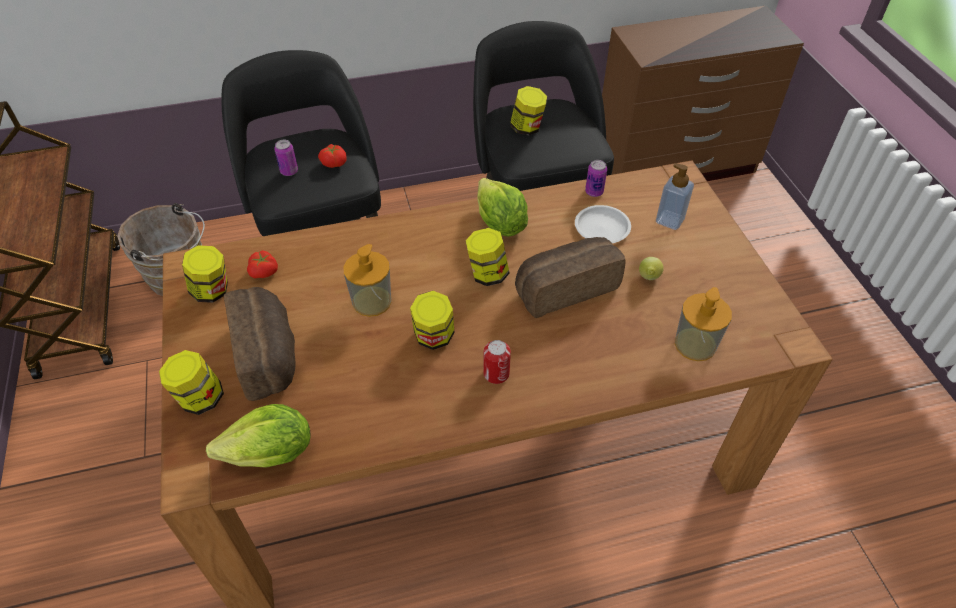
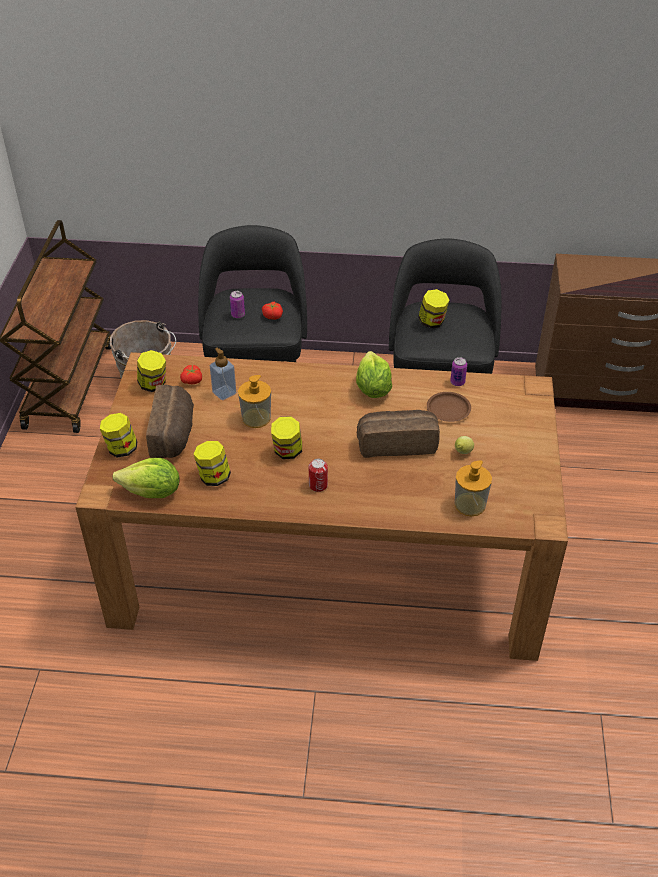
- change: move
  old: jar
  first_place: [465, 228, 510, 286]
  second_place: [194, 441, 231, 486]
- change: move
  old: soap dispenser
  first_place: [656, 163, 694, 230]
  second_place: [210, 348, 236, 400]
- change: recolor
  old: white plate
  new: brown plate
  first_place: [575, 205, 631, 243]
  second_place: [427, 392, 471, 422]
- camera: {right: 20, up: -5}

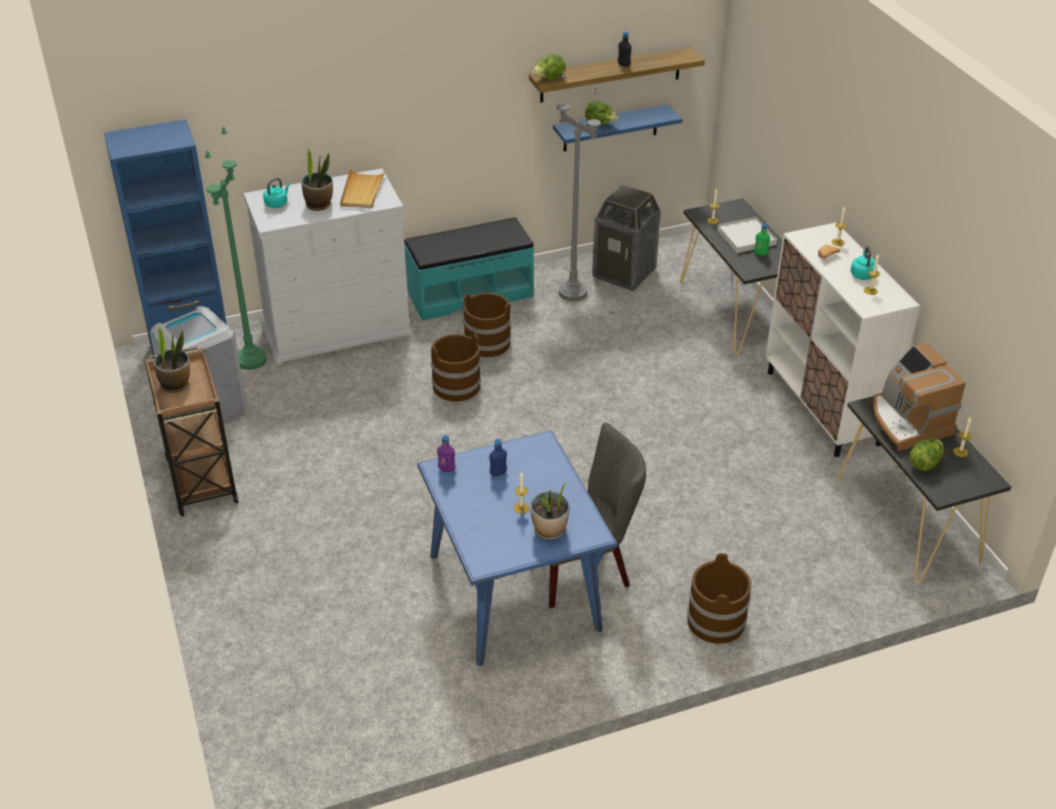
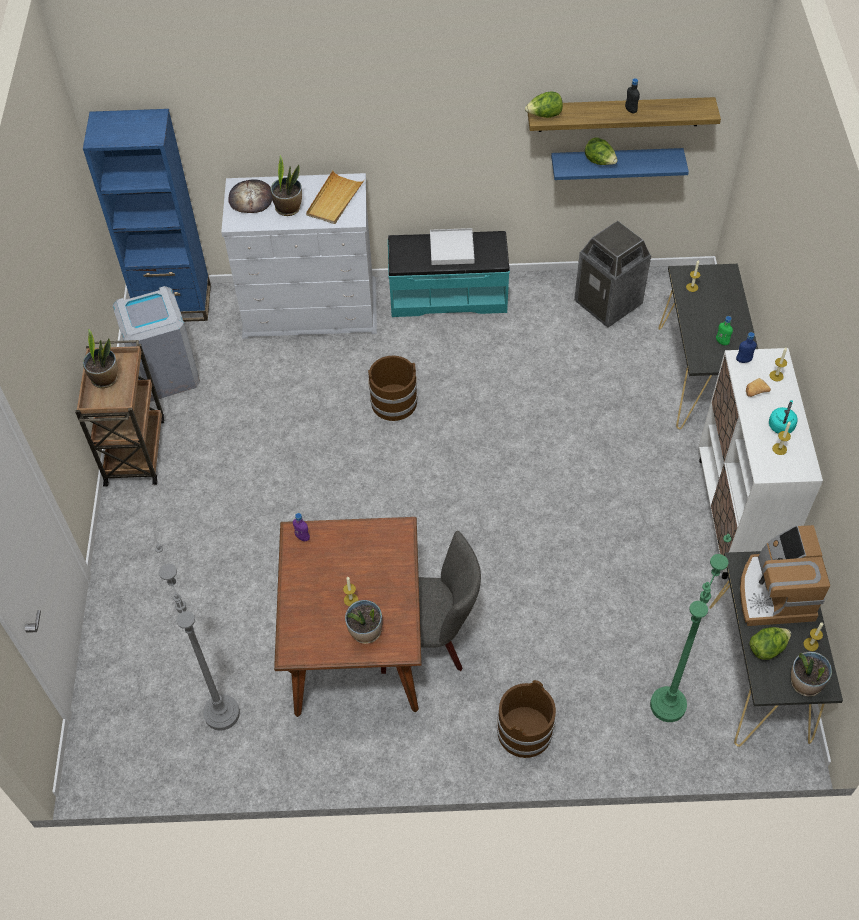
- change: delete
  old: brown bucket
  first_place: [463, 293, 511, 357]
- change: insert
  new: potted plant
  second_place: [791, 651, 832, 696]
- change: move
  old: green floor lamp
  first_place: [205, 127, 267, 370]
  second_place: [650, 534, 731, 722]
- change: move
  old: blue bottle
  first_place: [489, 439, 507, 476]
  second_place: [736, 332, 757, 363]
- change: move
  old: grey floor lamp
  first_place: [557, 71, 601, 302]
  second_place: [155, 544, 240, 731]
- change: move
  old: white tray
  first_place: [717, 217, 777, 253]
  second_place: [430, 228, 474, 265]
- change: replace
  old: turquoise kettle
  new: bread
  first_place: [263, 178, 290, 208]
  second_place: [228, 180, 272, 213]
- change: recolor
  old: blue dining table
  new: brown dining table
  first_place: [417, 430, 617, 666]
  second_place: [274, 517, 421, 717]
- camera: {right: 20, up: 15}

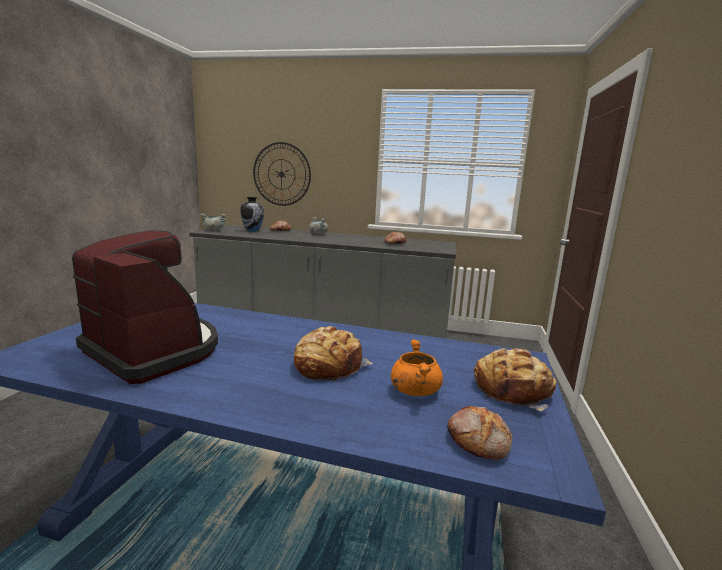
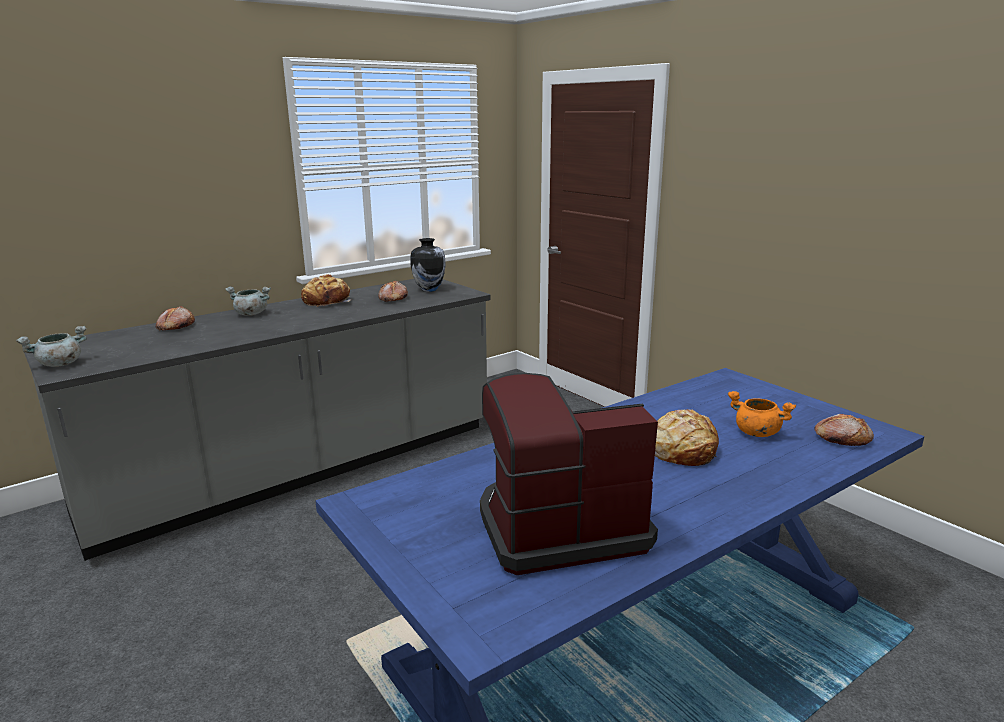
- change: delete
  old: wall clock
  first_place: [253, 142, 311, 206]
- change: move
  old: vase
  first_place: [241, 197, 264, 232]
  second_place: [410, 238, 446, 292]
- change: move
  old: bread
  first_place: [474, 348, 556, 411]
  second_place: [301, 274, 351, 307]
- camera: {right: -50, up: 5}

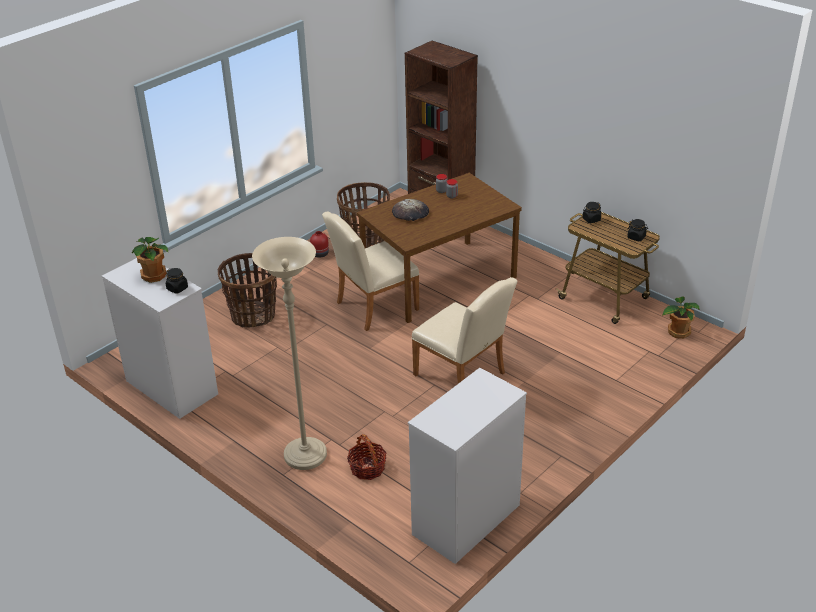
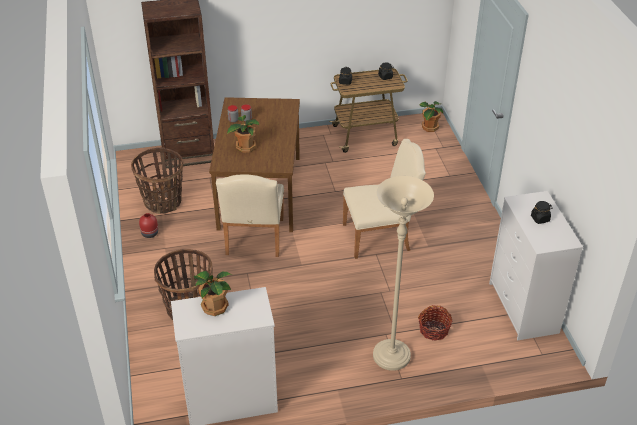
- change: move
  old: black jar
  first_place: [166, 268, 188, 294]
  second_place: [531, 201, 553, 224]
- change: replace
  old: bread
  new: potted plant
  first_place: [392, 199, 429, 221]
  second_place: [227, 115, 259, 153]
- camera: {right: -55, up: 5}

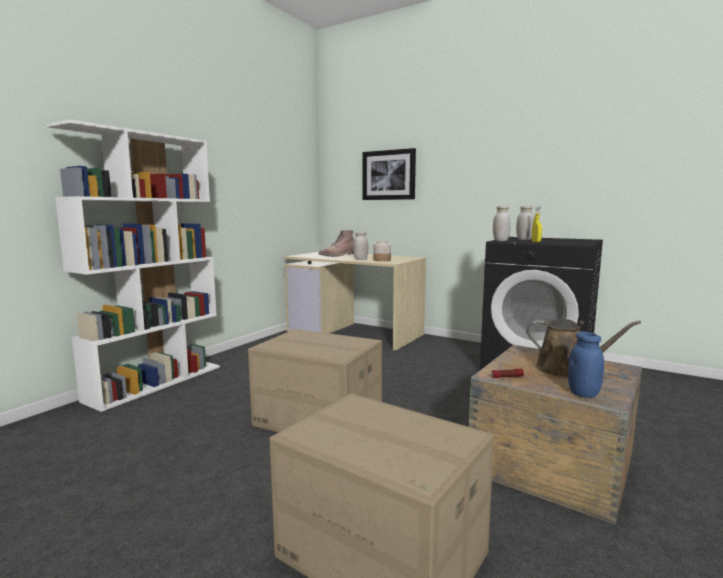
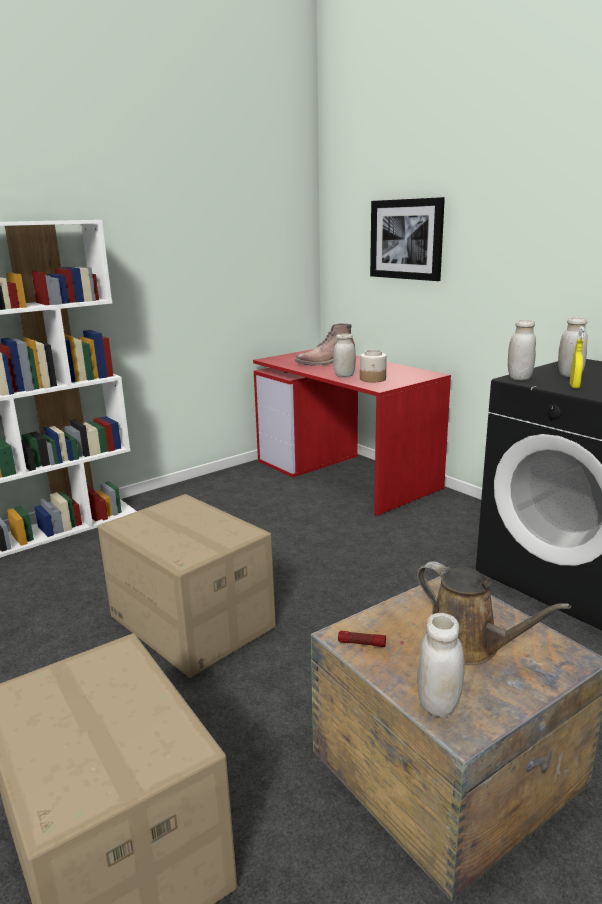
- change: recolor
  old: beige desk
  new: red desk
  first_place: [284, 252, 426, 351]
  second_place: [253, 349, 451, 516]
- change: recolor
  old: blue jar
  new: white jar
  first_place: [568, 331, 604, 398]
  second_place: [417, 613, 464, 717]
- camera: {right: 20, up: 10}

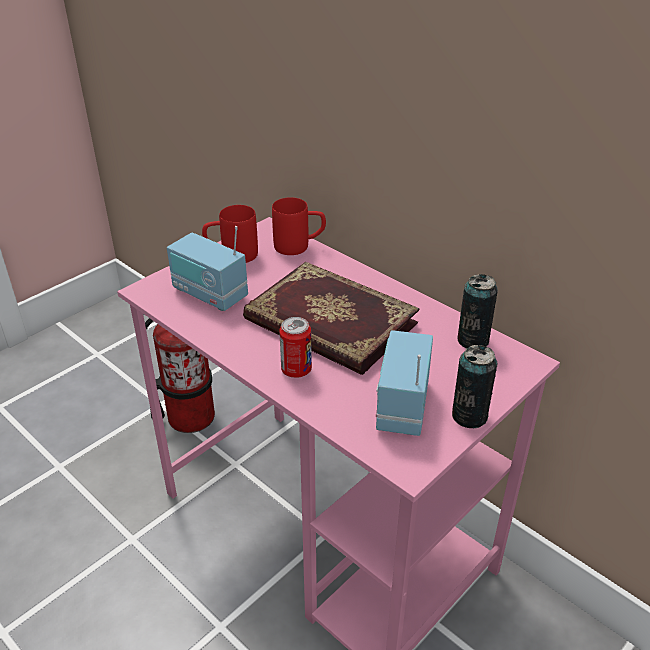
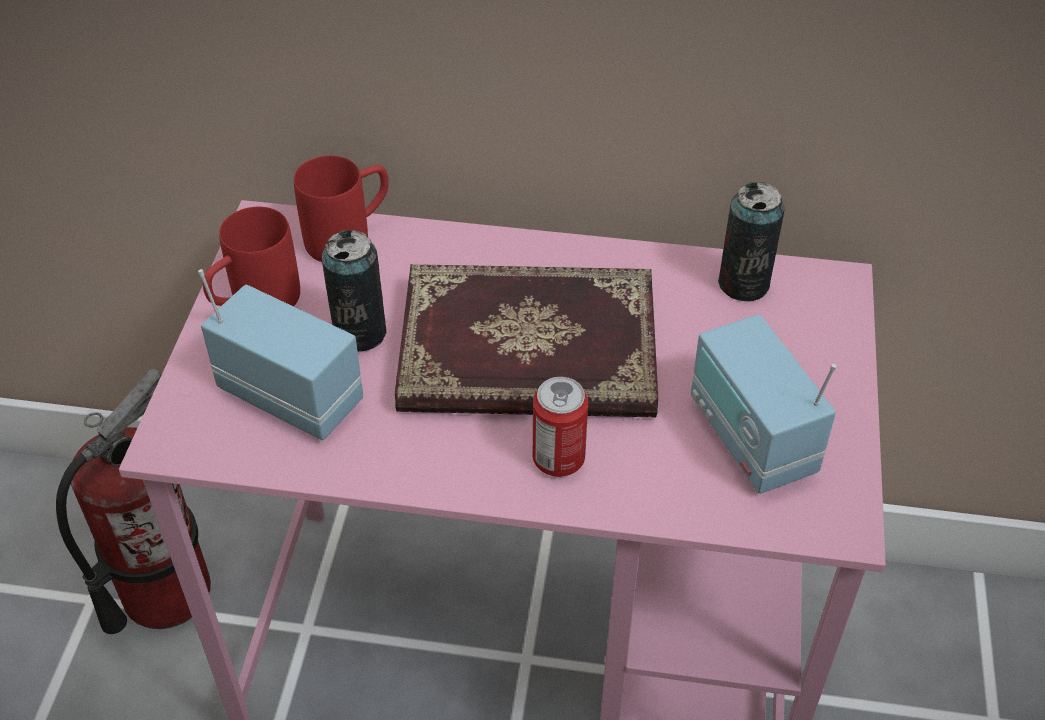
- change: move
  old: can
  first_place: [452, 345, 497, 428]
  second_place: [322, 230, 386, 352]
- change: rotate
  old: radio
  first_place: [167, 226, 248, 311]
  second_place: [198, 269, 363, 440]
  degrees: -150
- camera: {right: -35, up: 10}

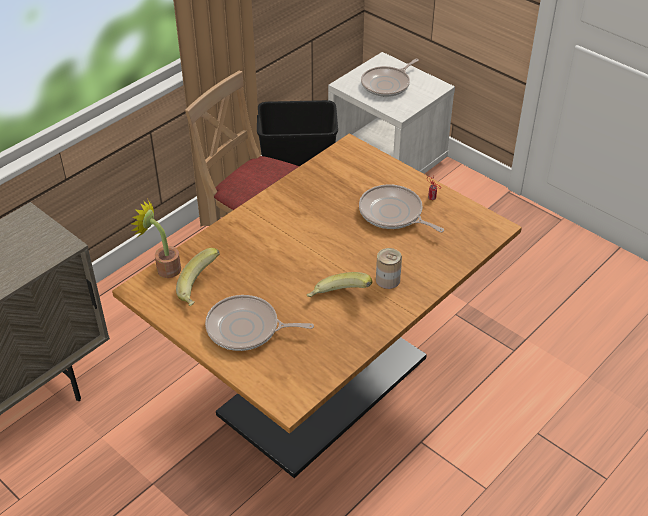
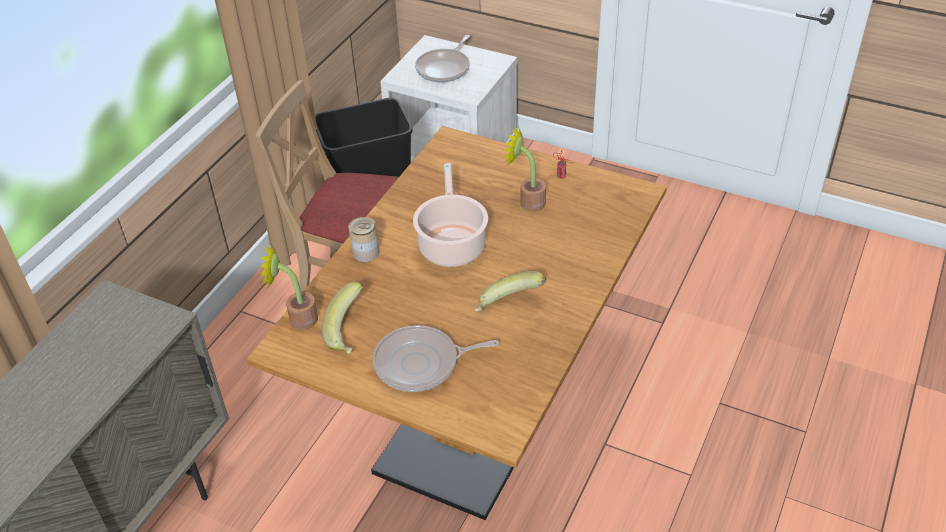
- change: insert
  new: cooking pot
  second_place: [413, 163, 488, 267]
- change: move
  old: can
  first_place: [376, 248, 402, 289]
  second_place: [349, 217, 379, 262]
- change: replace
  old: frying pan
  new: potted plant
  first_place: [359, 185, 444, 232]
  second_place: [502, 126, 546, 212]
- camera: {right: -15, up: 0}

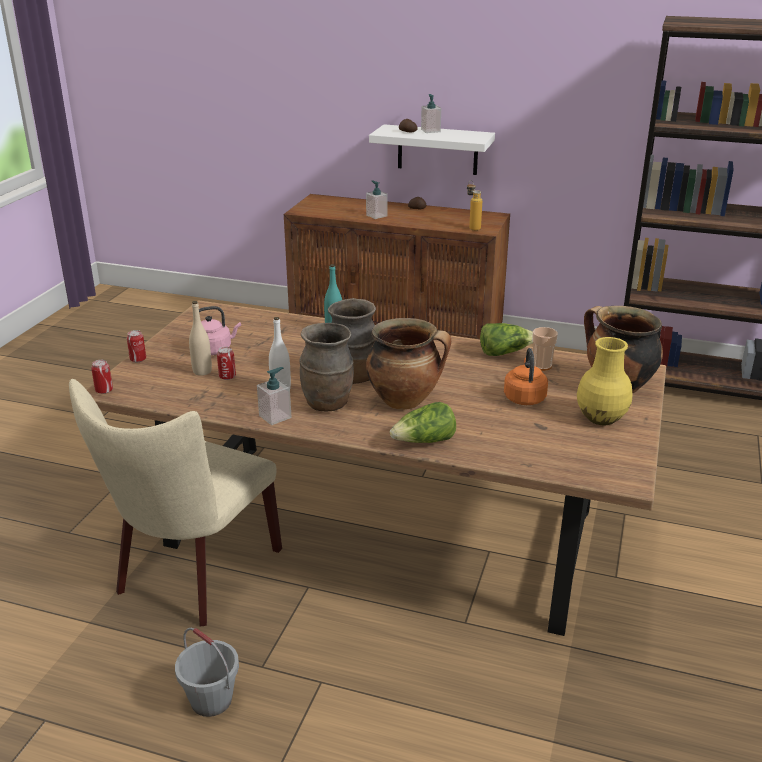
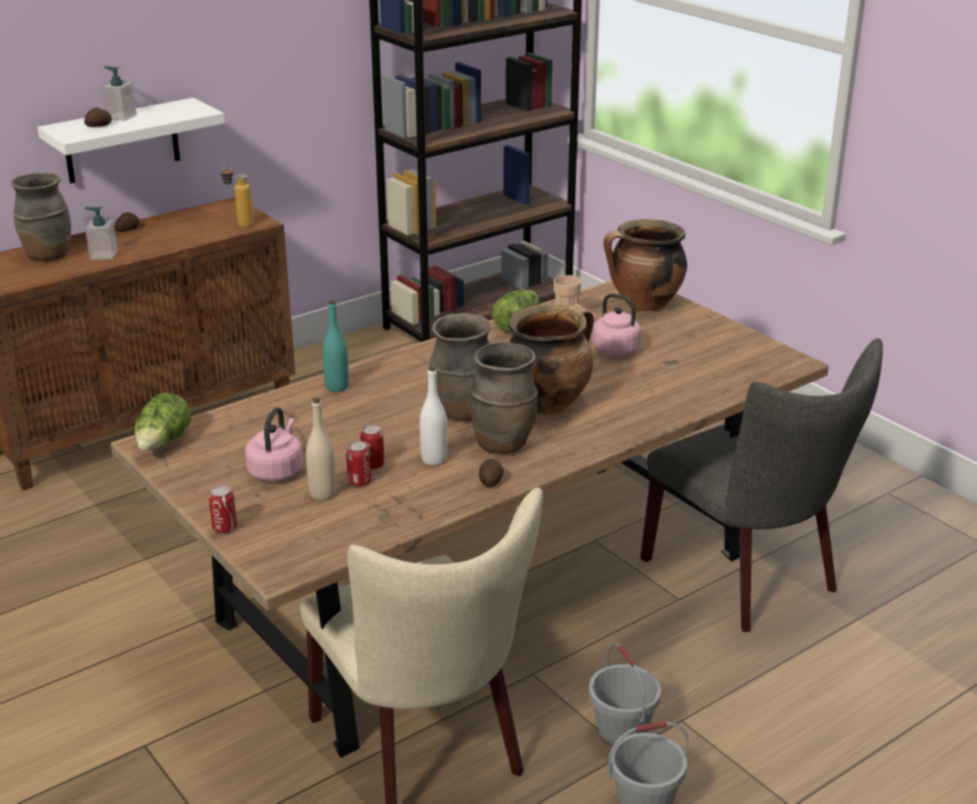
- change: delete
  old: yellow vase
  first_place: [577, 337, 632, 425]
- change: insert
  new: brown vase
  second_place: [11, 173, 71, 261]
- change: insert
  new: grey bucket
  second_place: [589, 643, 661, 748]
- change: insert
  new: grey chair
  second_place: [640, 338, 883, 632]
- change: move
  old: can
  first_place: [91, 360, 113, 394]
  second_place: [360, 425, 385, 470]
- change: move
  old: lettuce
  first_place: [390, 402, 456, 443]
  second_place: [134, 393, 192, 451]
- change: replace
  old: soap dispenser
  new: potato
  first_place: [257, 367, 291, 425]
  second_place: [479, 459, 504, 487]
- change: recolor
  old: orange kettle
  new: pink kettle
  first_place: [504, 348, 548, 405]
  second_place: [588, 293, 641, 356]
- camera: {right: -55, up: 0}

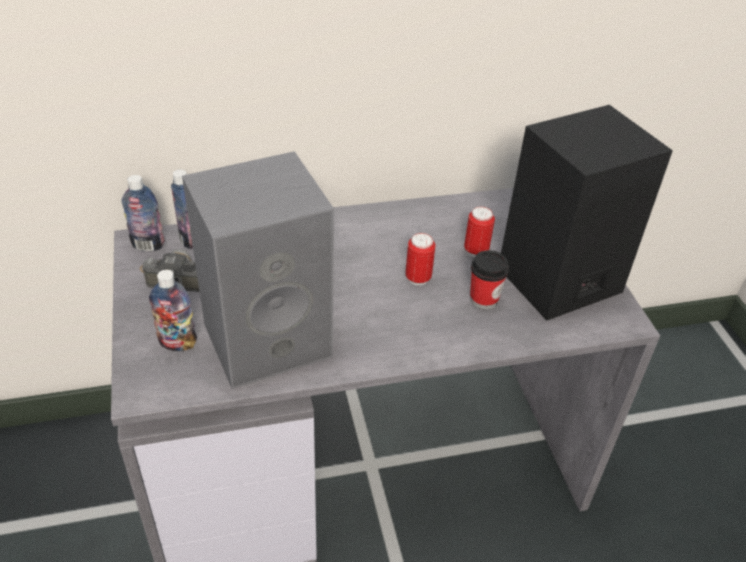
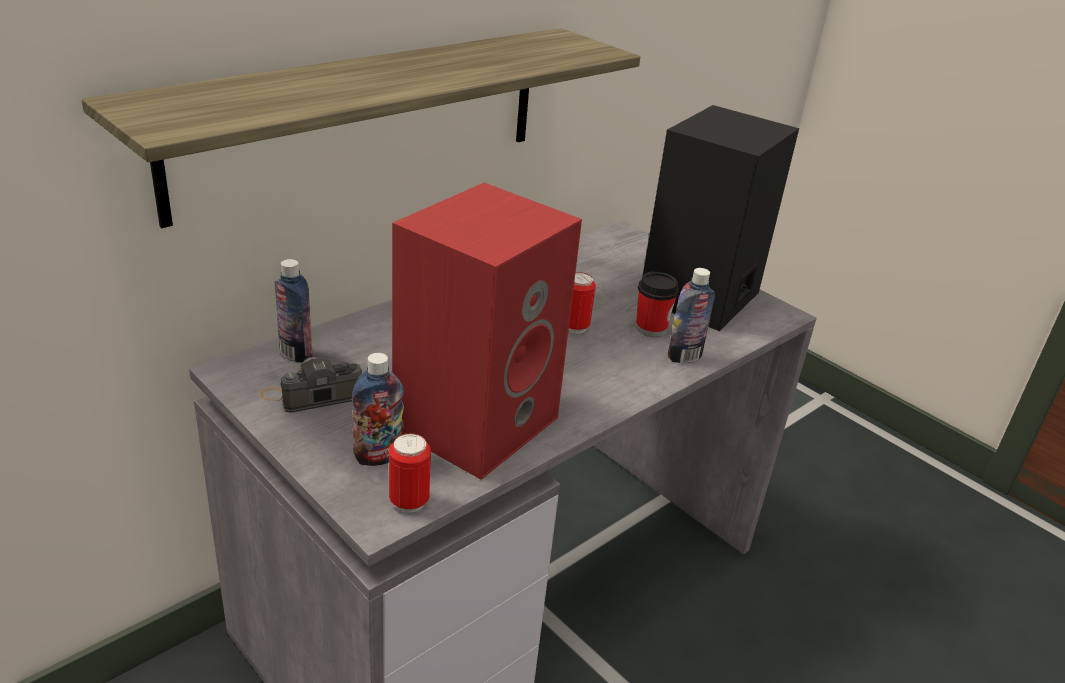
- change: insert
  new: shelf
  second_place: [82, 28, 640, 228]
- change: move
  old: bottle
  first_place: [121, 175, 165, 251]
  second_place: [668, 268, 715, 363]
- change: move
  old: can
  first_place: [464, 207, 495, 257]
  second_place: [389, 433, 431, 513]
- change: recolor
  old: grey speaker
  new: red speaker
  first_place: [182, 151, 334, 389]
  second_place: [392, 183, 582, 480]
- camera: {right: -30, up: -10}

